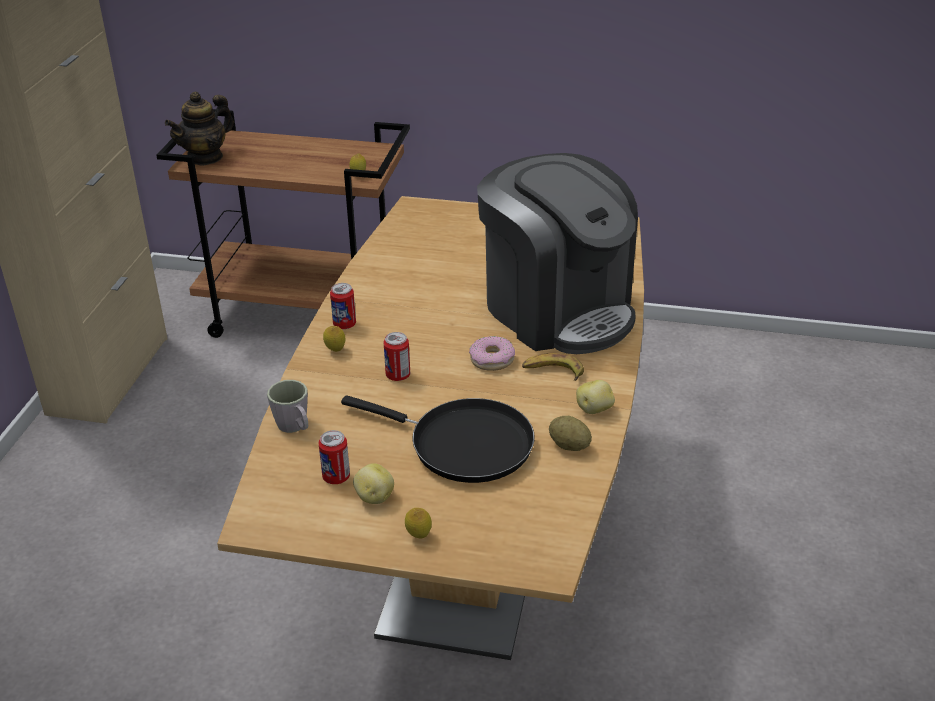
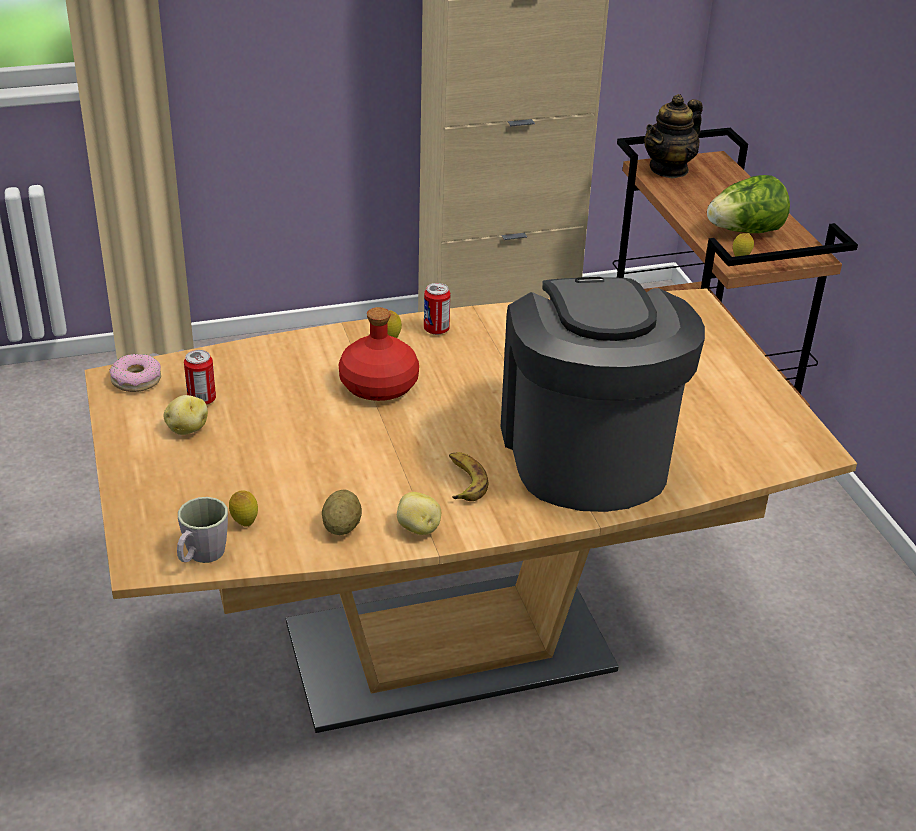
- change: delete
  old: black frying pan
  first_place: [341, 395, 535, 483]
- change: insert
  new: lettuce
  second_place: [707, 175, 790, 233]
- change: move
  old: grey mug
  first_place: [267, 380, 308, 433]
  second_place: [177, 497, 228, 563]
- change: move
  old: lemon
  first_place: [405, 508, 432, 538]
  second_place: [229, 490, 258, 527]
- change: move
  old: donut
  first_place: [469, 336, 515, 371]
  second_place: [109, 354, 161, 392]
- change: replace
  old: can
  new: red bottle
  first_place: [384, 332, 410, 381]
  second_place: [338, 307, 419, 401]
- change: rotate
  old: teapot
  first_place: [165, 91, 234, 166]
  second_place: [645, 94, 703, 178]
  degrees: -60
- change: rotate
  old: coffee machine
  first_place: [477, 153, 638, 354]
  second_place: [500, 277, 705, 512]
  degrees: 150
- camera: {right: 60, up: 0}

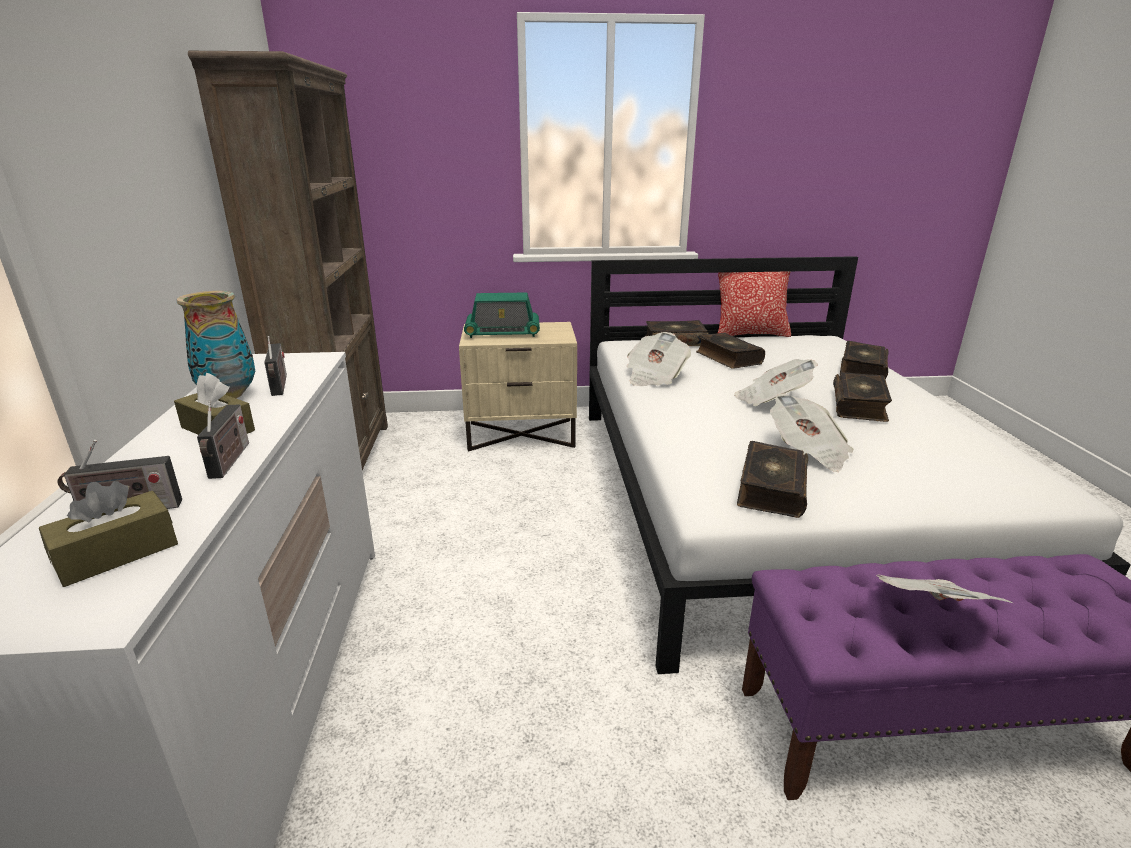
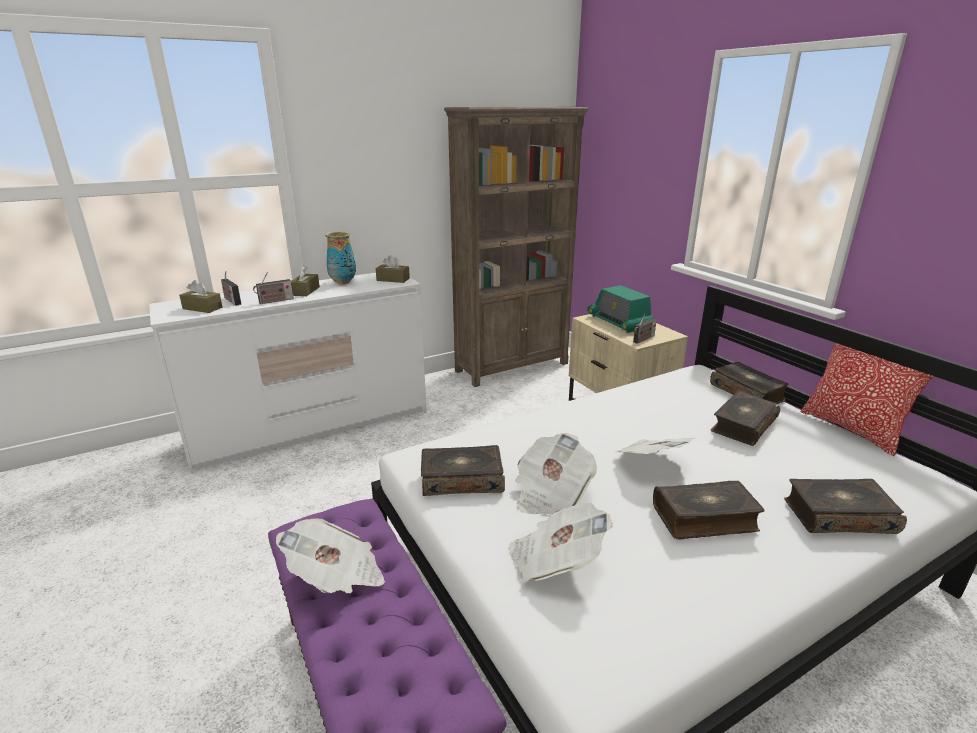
- change: insert
  new: brown tissue box
  second_place: [375, 255, 410, 283]
- change: move
  old: radio
  first_place: [264, 336, 287, 396]
  second_place: [633, 314, 657, 344]
- change: move
  old: newspaper
  first_place: [626, 332, 691, 386]
  second_place: [508, 503, 612, 582]
- camera: {right: 65, up: 0}

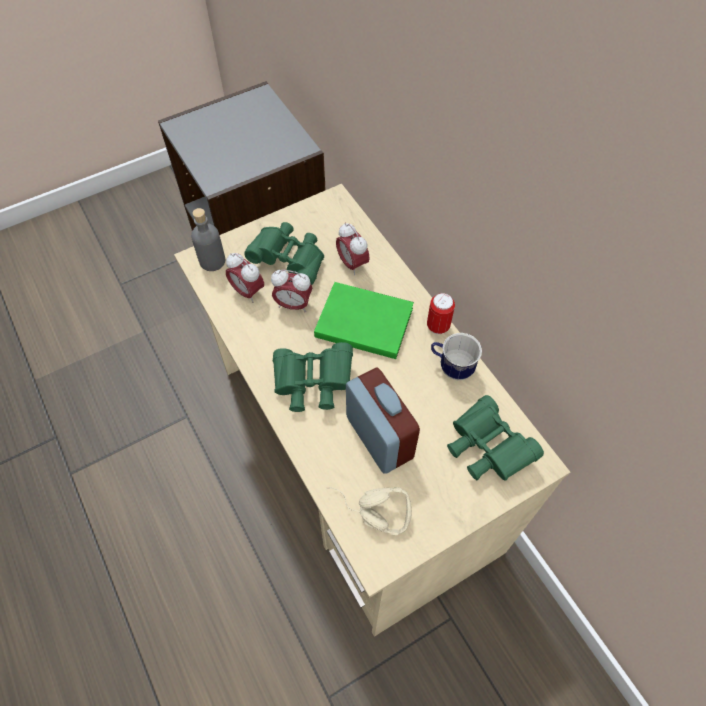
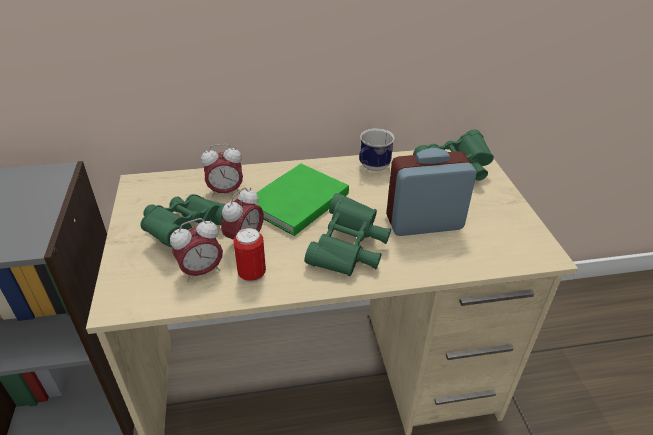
- change: delete
  old: grey bottle
  first_place: [191, 208, 225, 271]
- change: delete
  old: beige headphones
  first_place: [326, 487, 412, 535]
- change: move
  old: can
  first_place: [427, 293, 455, 334]
  second_place: [233, 228, 266, 283]
- camera: {right: -70, up: -20}

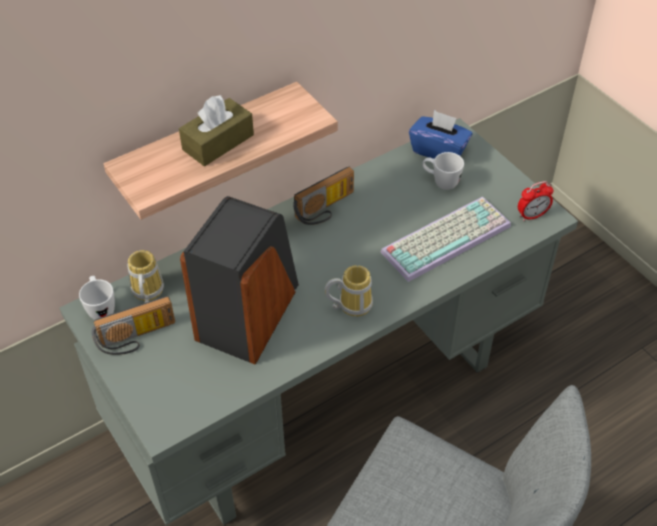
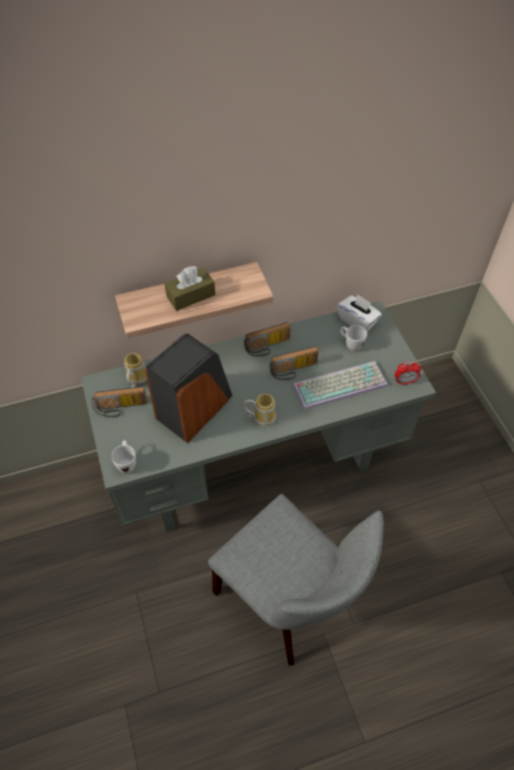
- change: insert
  new: radio
  second_place: [269, 346, 319, 380]
- change: move
  old: white mug
  first_place: [79, 276, 115, 320]
  second_place: [111, 440, 136, 473]
- change: recolor
  old: blue tissue box
  new: white tissue box
  first_place: [409, 110, 472, 159]
  second_place: [337, 294, 382, 331]
- camera: {right: 15, up: 5}

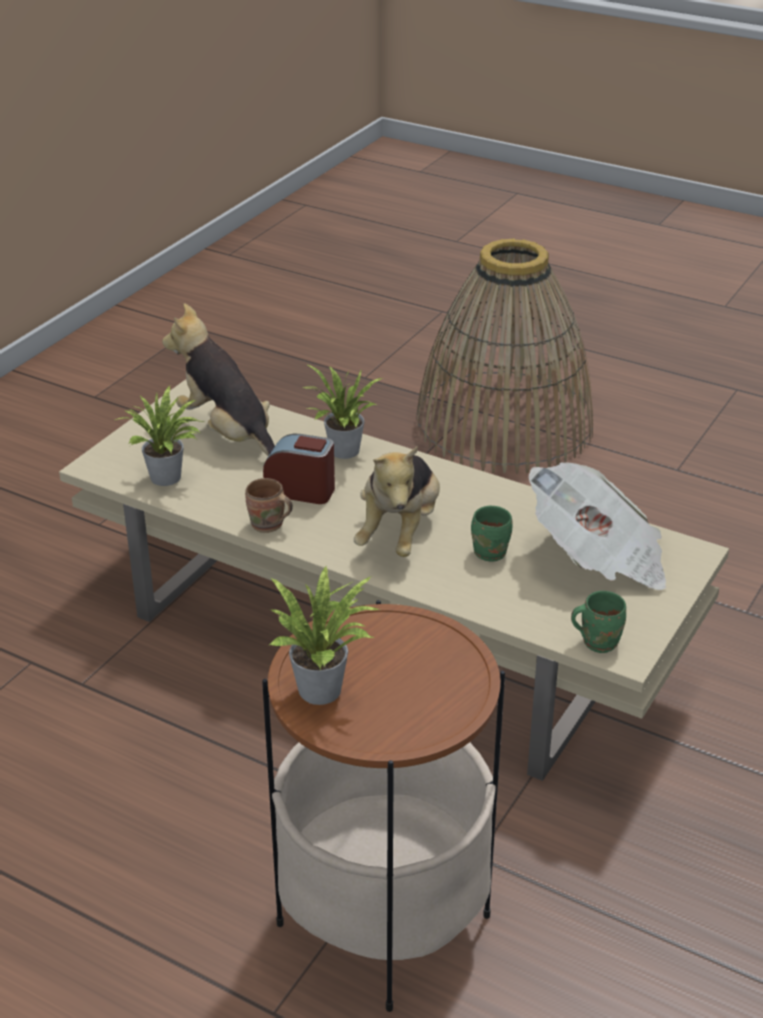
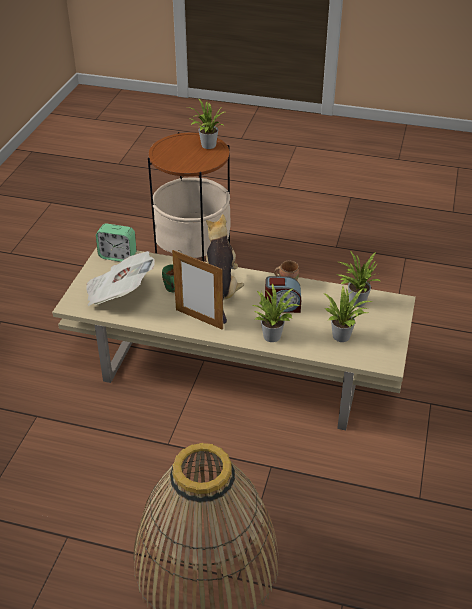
- change: insert
  new: picture frame
  second_place: [172, 250, 223, 330]
- change: replace
  old: plush toy
  new: potted plant
  first_place: [162, 303, 275, 456]
  second_place: [324, 286, 373, 342]
- change: replace
  old: green mug
  new: alarm clock
  first_place: [571, 591, 626, 653]
  second_place: [96, 223, 136, 262]
- camera: {right: 165, up: 5}

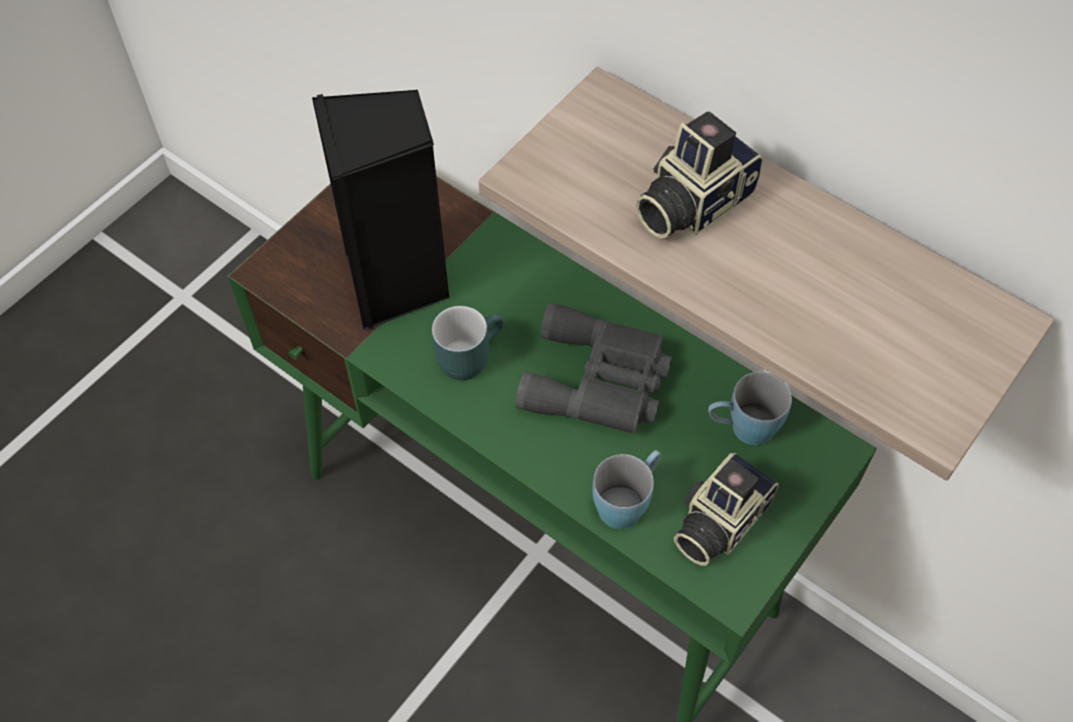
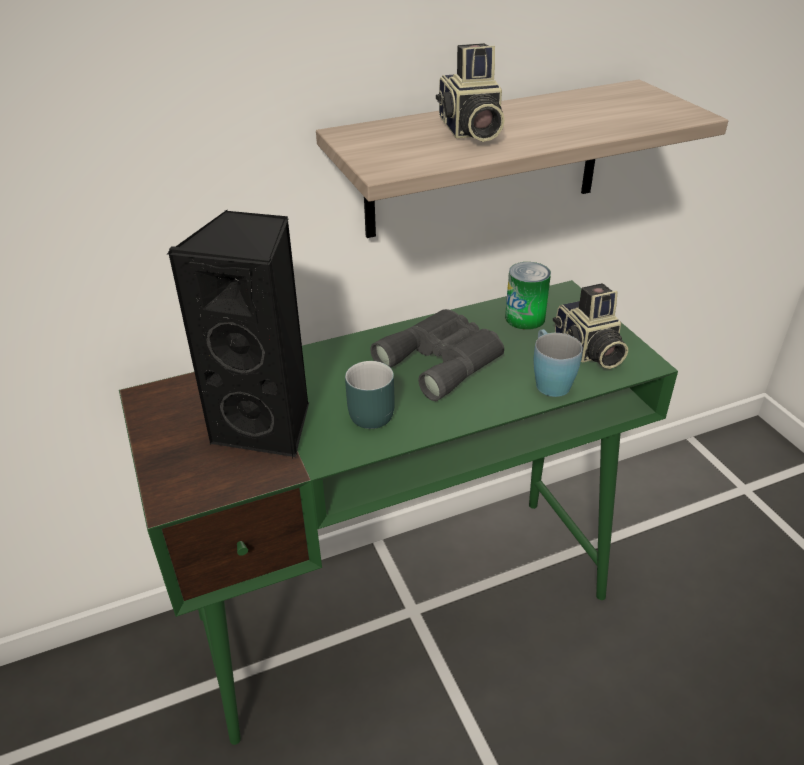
- change: replace
  old: blue mug
  new: can
  first_place: [708, 372, 792, 445]
  second_place: [505, 262, 551, 330]
- camera: {right: -60, up: -20}

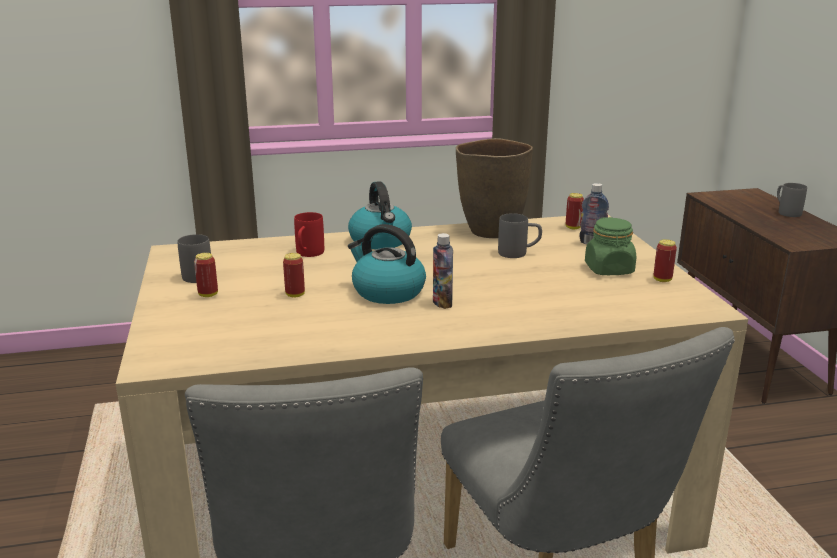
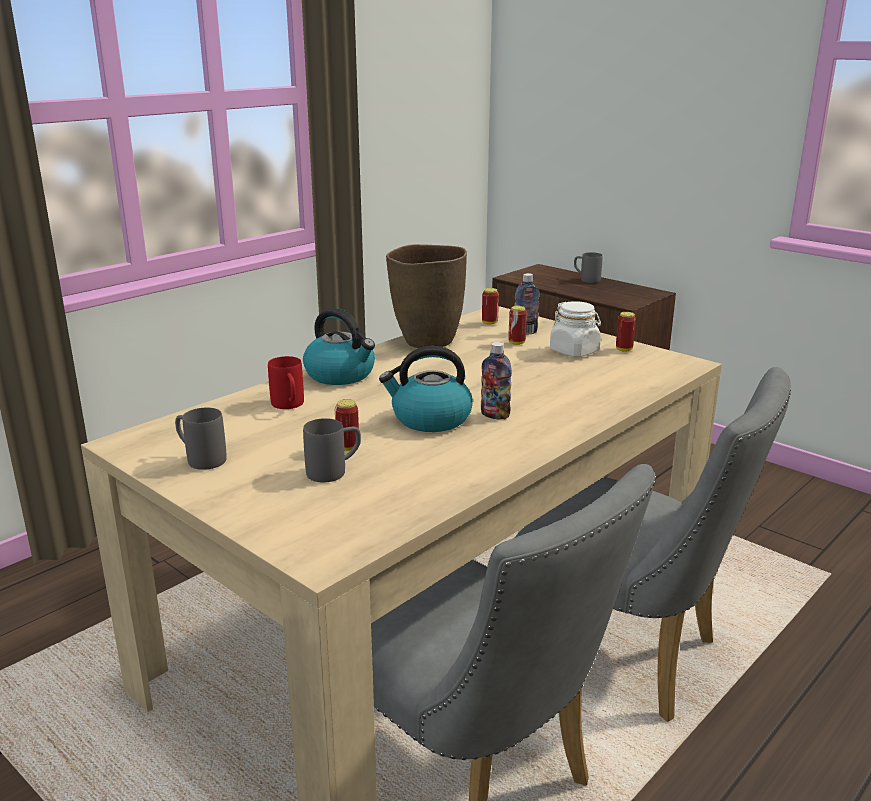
- change: move
  old: can
  first_place: [194, 253, 218, 297]
  second_place: [508, 306, 527, 345]
- change: move
  old: grey mug
  first_place: [498, 213, 542, 258]
  second_place: [303, 418, 361, 482]
- change: recolor
  old: green jar
  new: white jar
  first_place: [585, 217, 636, 275]
  second_place: [550, 301, 601, 357]
- camera: {right: -35, up: 0}

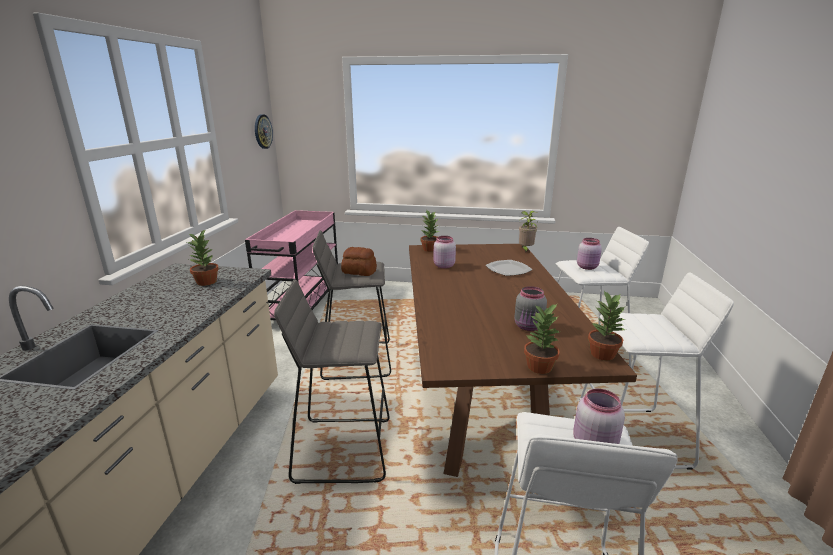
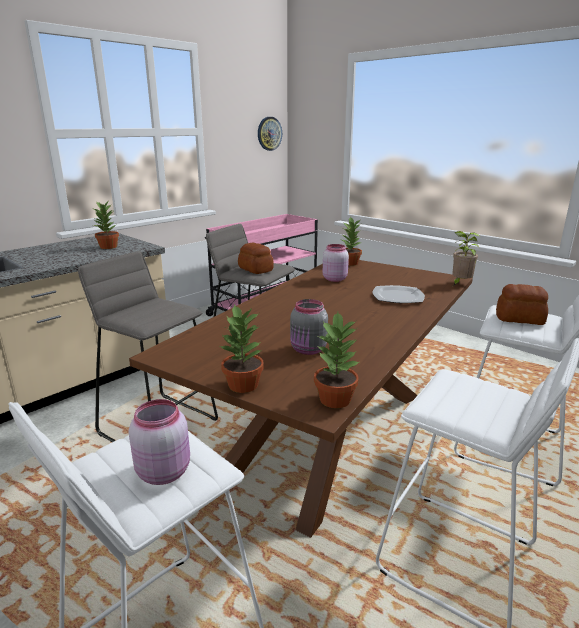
- change: replace
  old: pink jar
  new: bread
  first_place: [577, 238, 602, 270]
  second_place: [496, 284, 548, 325]
- camera: {right: 35, up: 0}

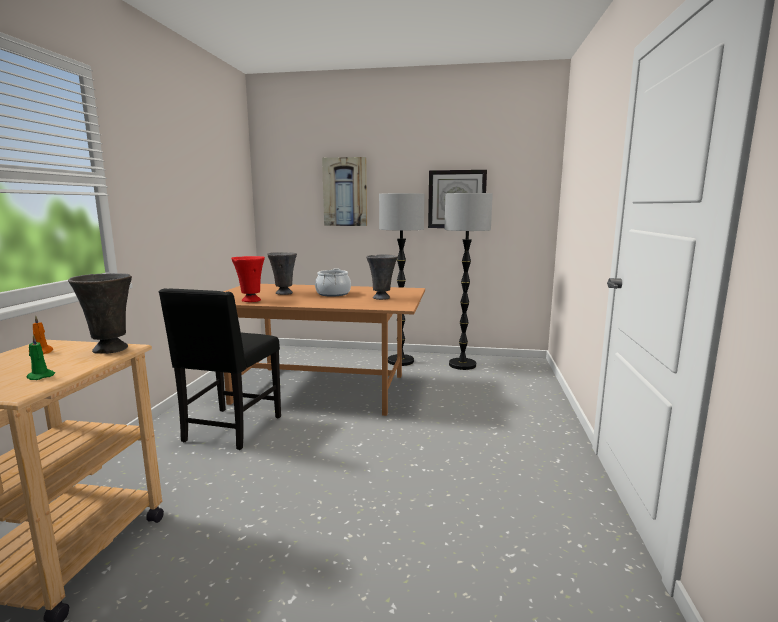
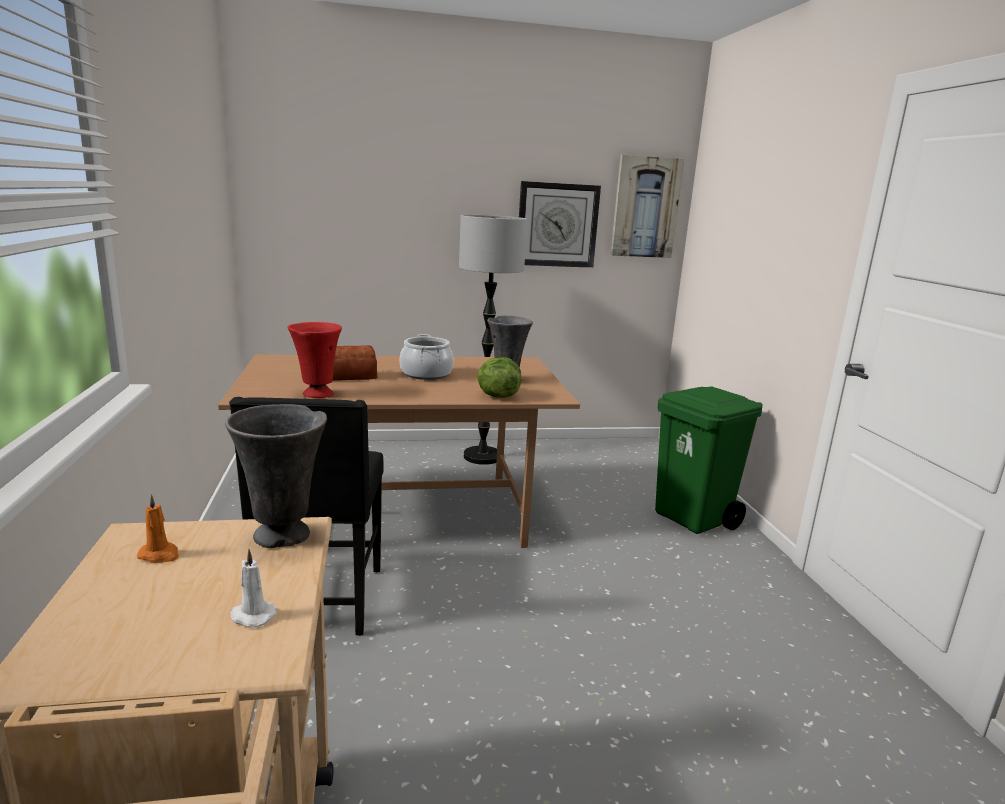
- change: delete
  old: floor lamp
  first_place: [444, 193, 493, 370]
- change: insert
  new: lettuce
  second_place: [478, 357, 522, 398]
- change: insert
  new: green trash can
  second_place: [655, 386, 763, 534]
- change: move
  old: picture
  first_place: [322, 157, 367, 226]
  second_place: [610, 155, 684, 258]
- change: replace
  old: grey vase
  new: bread
  first_place: [268, 252, 297, 295]
  second_place: [333, 345, 377, 381]
- change: recolor
  old: green candle
  new: white candle
  first_place: [27, 335, 55, 380]
  second_place: [230, 549, 277, 628]
- camera: {right: -20, up: 5}

